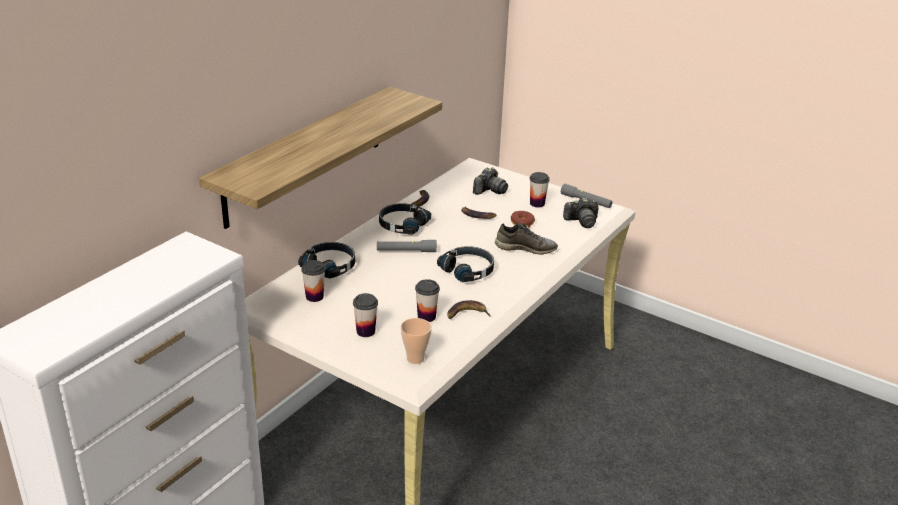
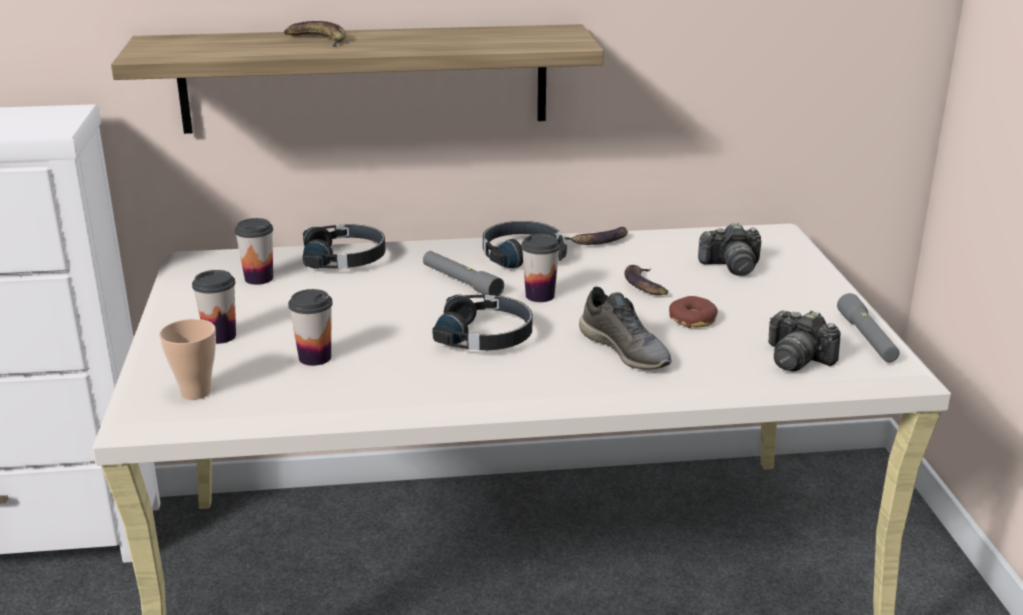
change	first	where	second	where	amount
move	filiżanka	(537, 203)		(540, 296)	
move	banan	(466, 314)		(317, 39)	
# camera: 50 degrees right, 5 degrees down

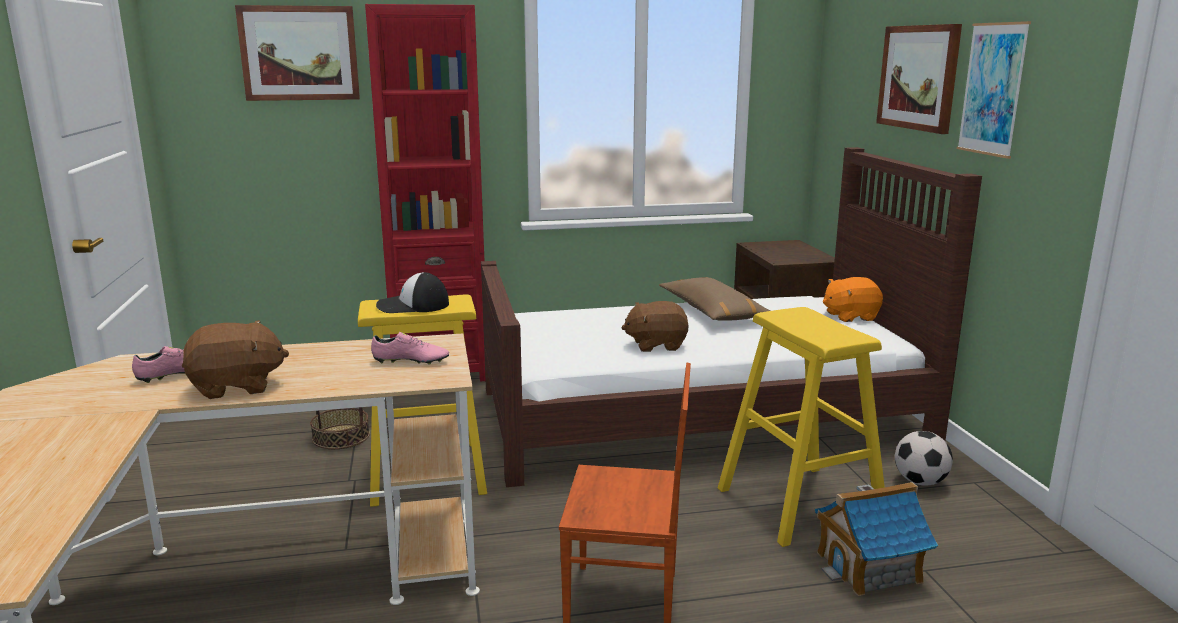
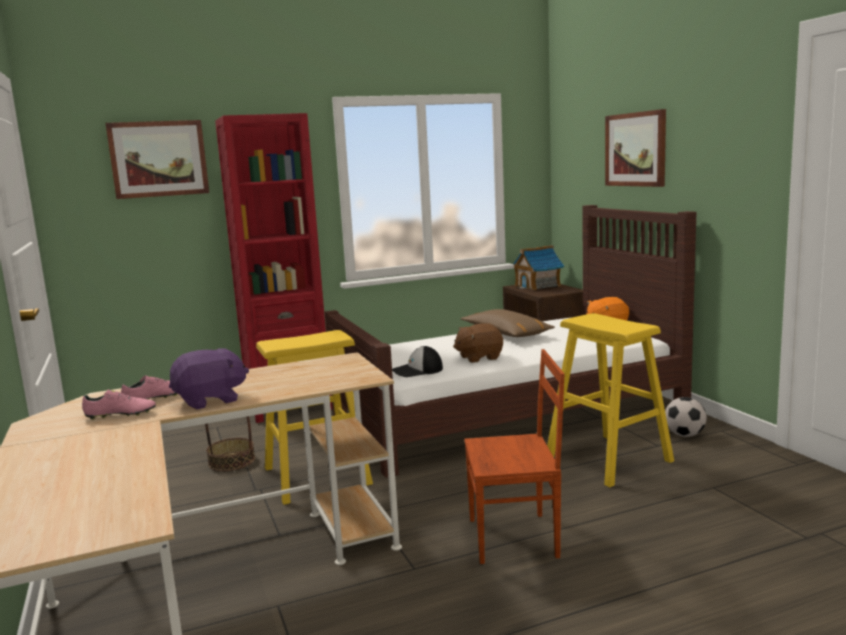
change	first	where	second	where	amount
delete	obraz	(992, 89)			
move	czapka z daszkiem	(412, 305)		(417, 370)	
recolor	pluszak (brązowy)	(237, 387)	pluszak (fioletowy)	(210, 400)	
move	but (różowy)	(411, 361)		(120, 415)	
move	domek	(869, 567)		(538, 286)	
# camera: 10 degrees left, 5 degrees down

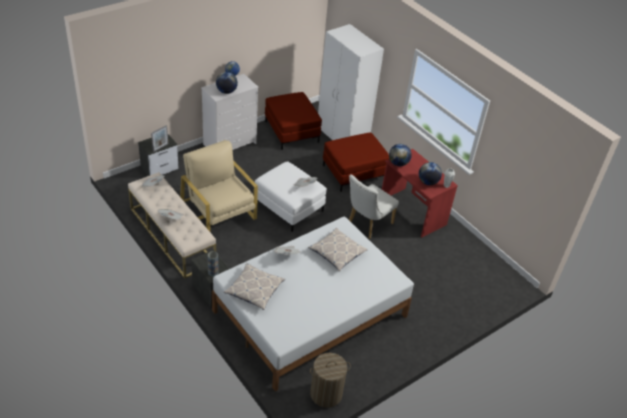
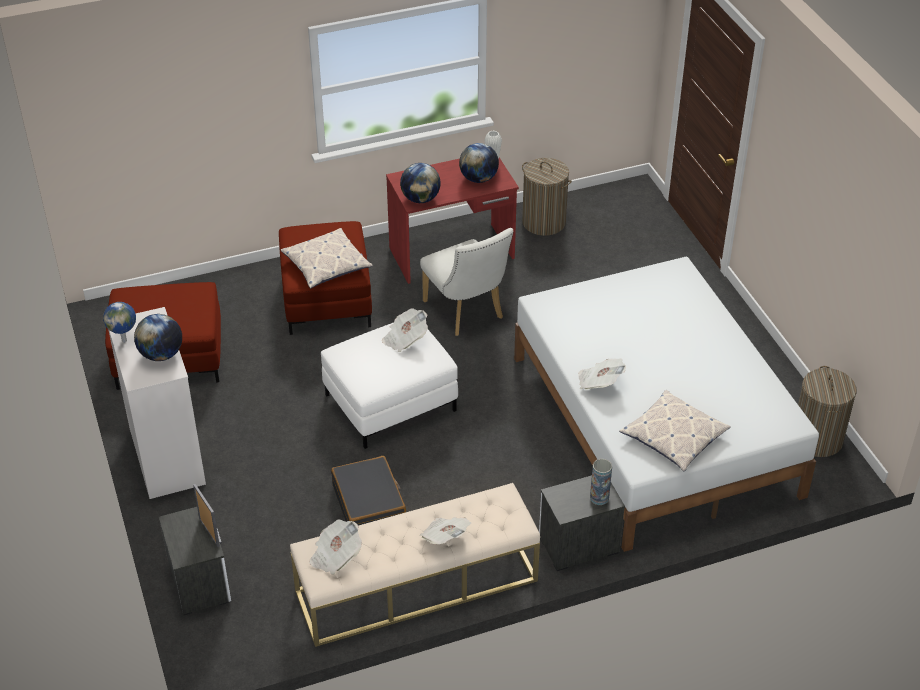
change	first	where	second	where	amount
delete	szafa (biały)	(342, 137)			
replace	fotel (beżowy)	(218, 211)	walizka (czarny)	(369, 504)	
move	poduszka	(337, 252)		(326, 265)	
insert			kosz na pranie	(544, 222)	
# camera: 70 degrees left, 0 degrees up

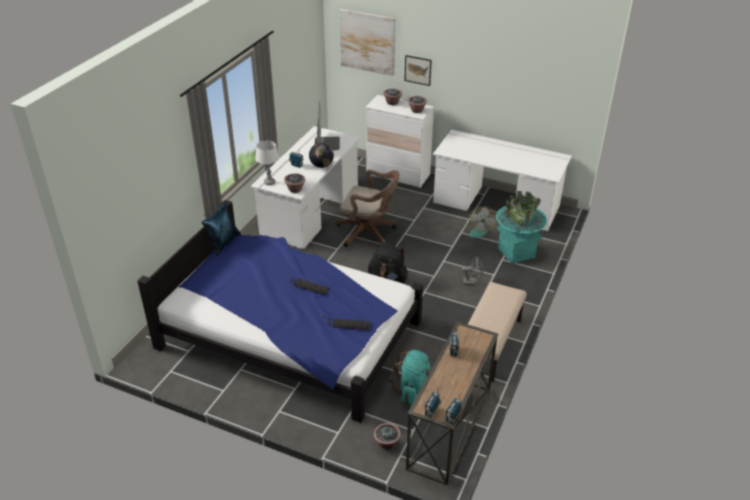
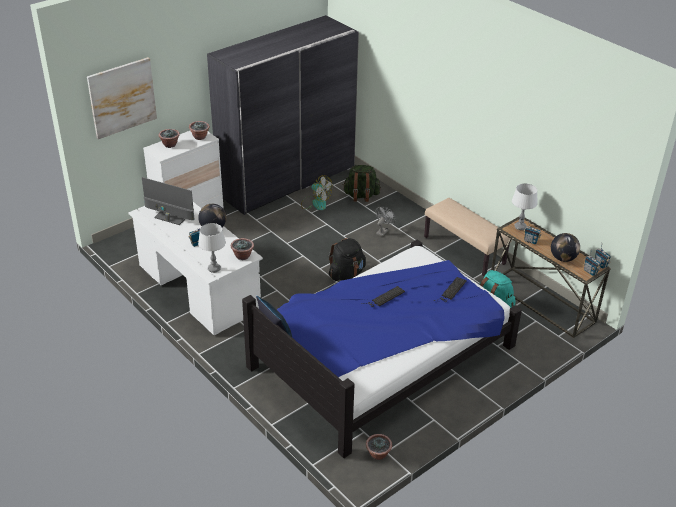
change	first	where	second	where	amount
delete	obraz	(418, 70)			
replace	biurko (biały)	(496, 204)	szafa (szary)	(287, 180)	
delete	krzesło biurowe (brązowy)	(369, 233)			
replace	donica (turkusowy)	(516, 252)	plecak (zielony)	(361, 196)	
move	roślina doniczkowa	(386, 444)		(378, 455)	
insert			lampa stołowa (biały)	(520, 227)	
insert			globus	(563, 258)	
# camera: 65 degrees left, 0 degrees up

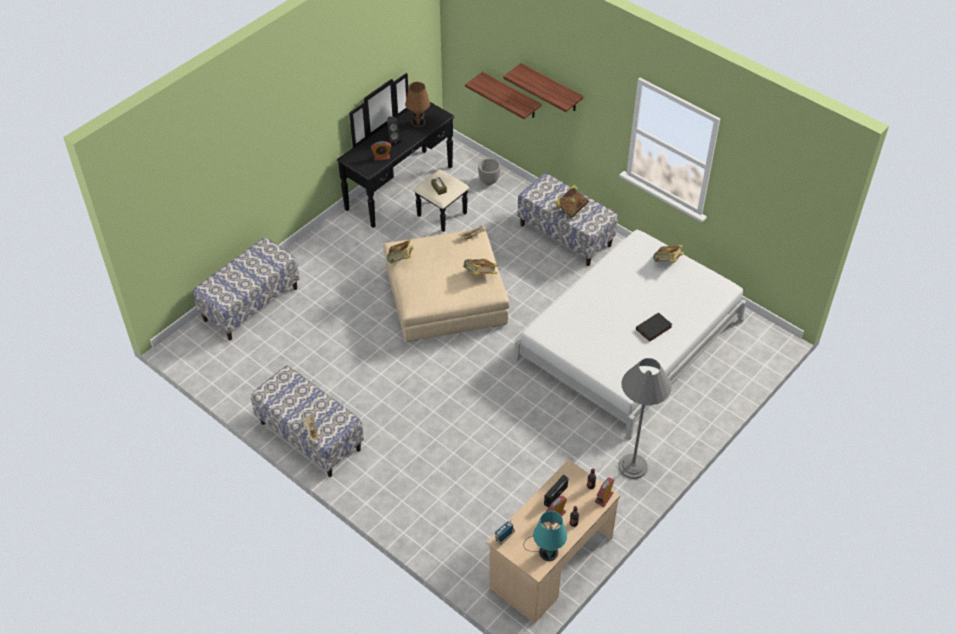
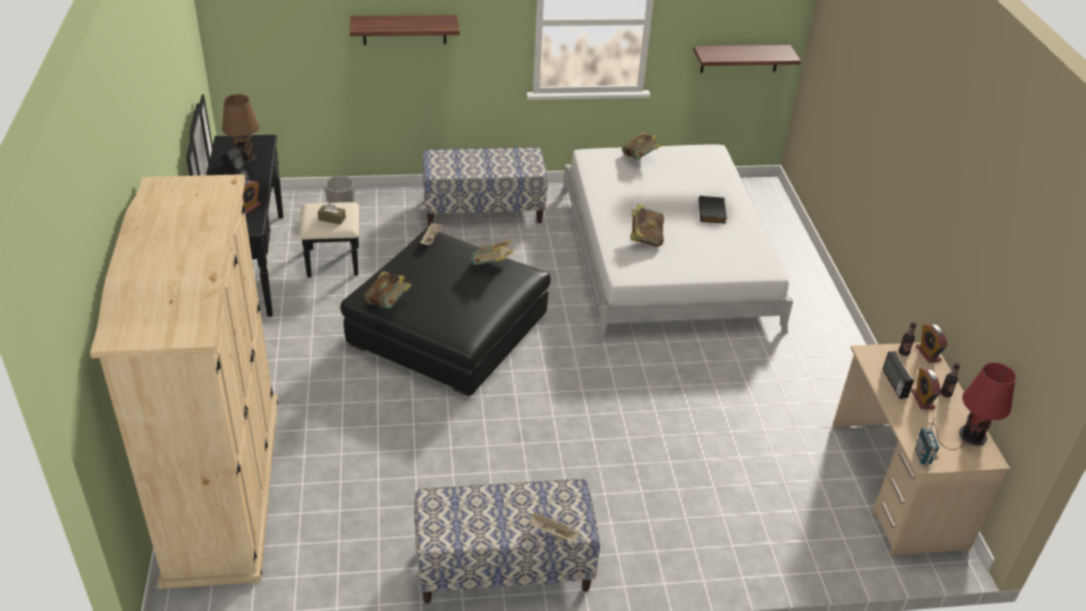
change	first	where	second	where	amount
move	półka	(511, 96)		(740, 58)	
move	książka	(571, 209)		(645, 239)	
recolor	pufa (beżowy)	(445, 297)	pufa (czarny)	(448, 330)	
replace	ławka	(251, 304)	szafa (beżowy)	(223, 486)	
delete	lampa stojąca (szary)	(633, 466)			
recolor	lampa stołowa (turkusowy)	(546, 551)	lampa stołowa (czerwony)	(969, 436)	
# camera: 50 degrees left, 10 degrees down

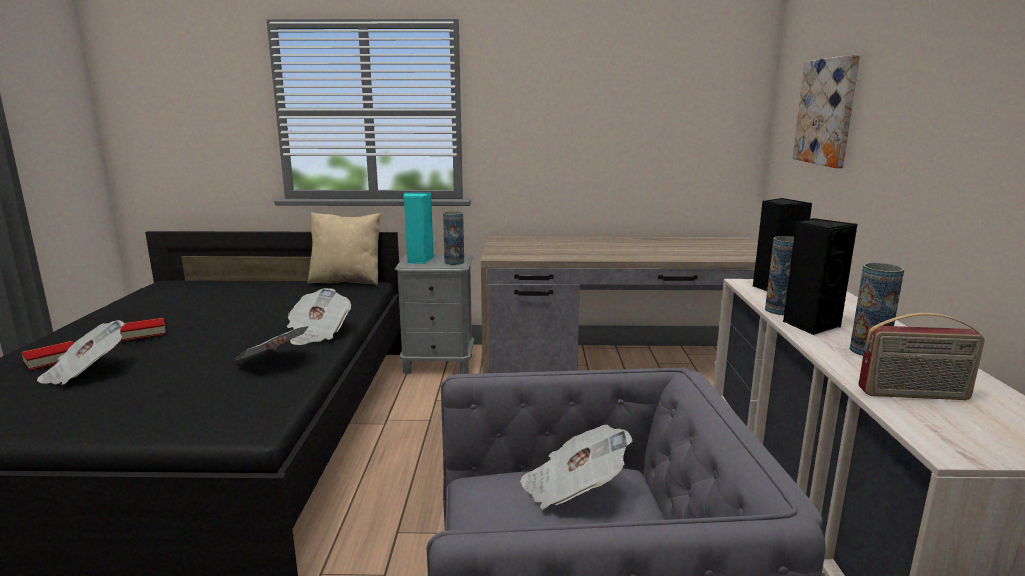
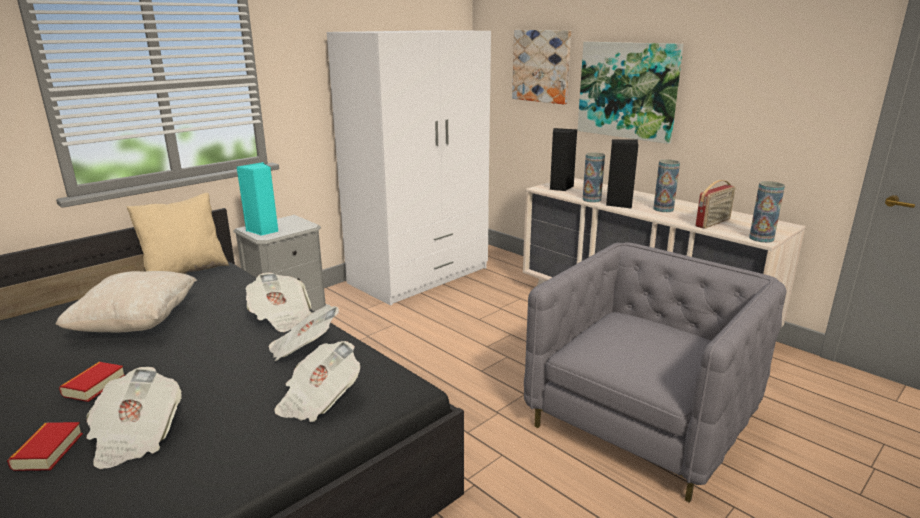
change	first	where	second	where	amount
move	wazon	(454, 262)		(761, 238)	
replace	biurko (brązowy)	(619, 364)	szafa (biały)	(420, 275)	
move	gazeta	(573, 489)		(318, 400)	
insert			obraz	(628, 90)	
insert			poduszka (beżowy)	(136, 324)	
# camera: 45 degrees left, 5 degrees up

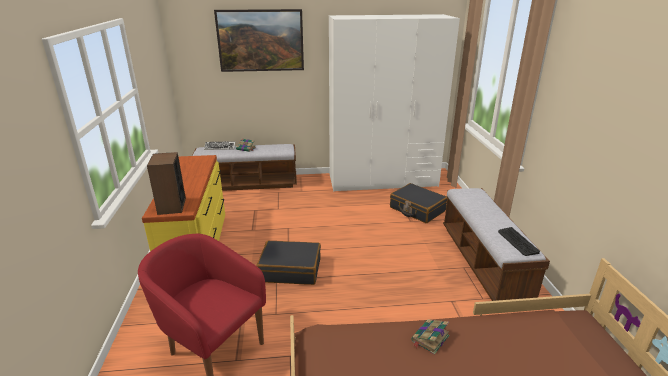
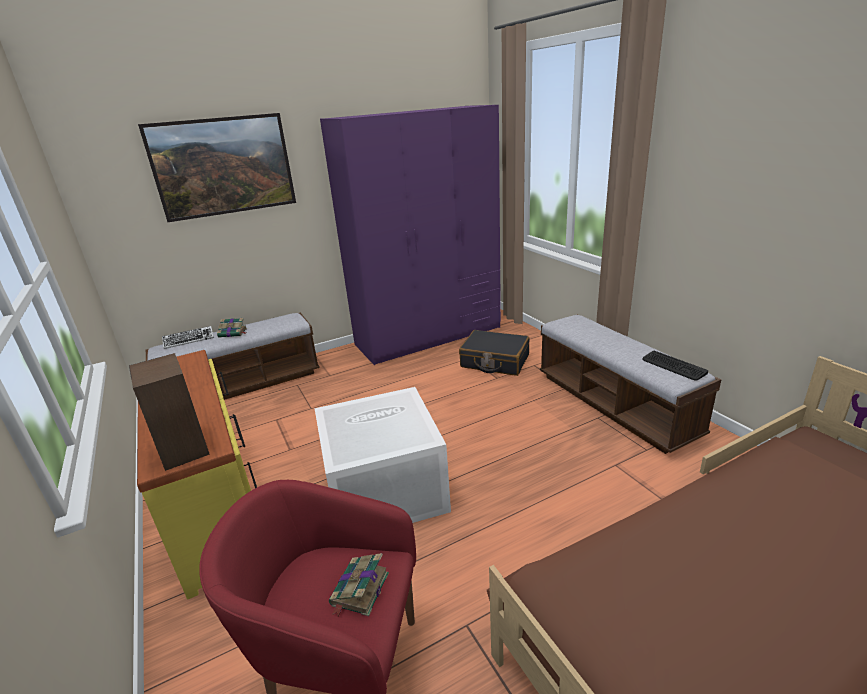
change	first	where	second	where	amount
recolor	szafa (biały)	(383, 180)	szafa (fioletowy)	(429, 336)	
replace	walizka (czarny)	(290, 270)	pojemnik do przechowywania (biały)	(383, 491)	
move	książka	(429, 339)		(359, 590)	
# camera: 20 degrees left, 0 degrees up

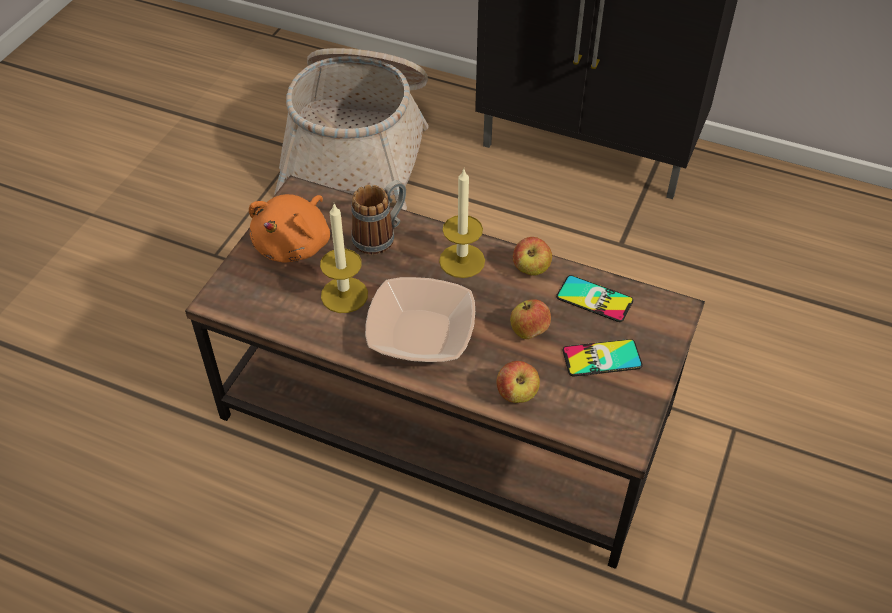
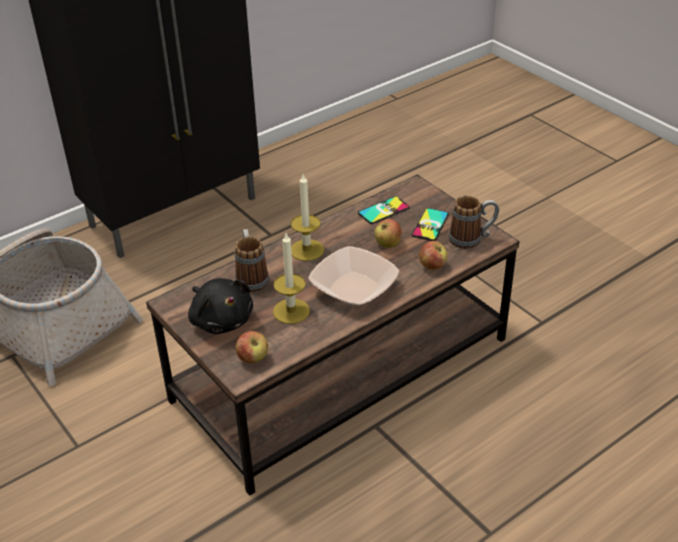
change	first	where	second	where	amount
recolor	pluszak (pomarańczowy)	(295, 244)	pluszak (czarny)	(221, 320)	
move	jabłko	(531, 269)		(253, 358)	
insert			kubek	(472, 239)	
# camera: 60 degrees left, 10 degrees down

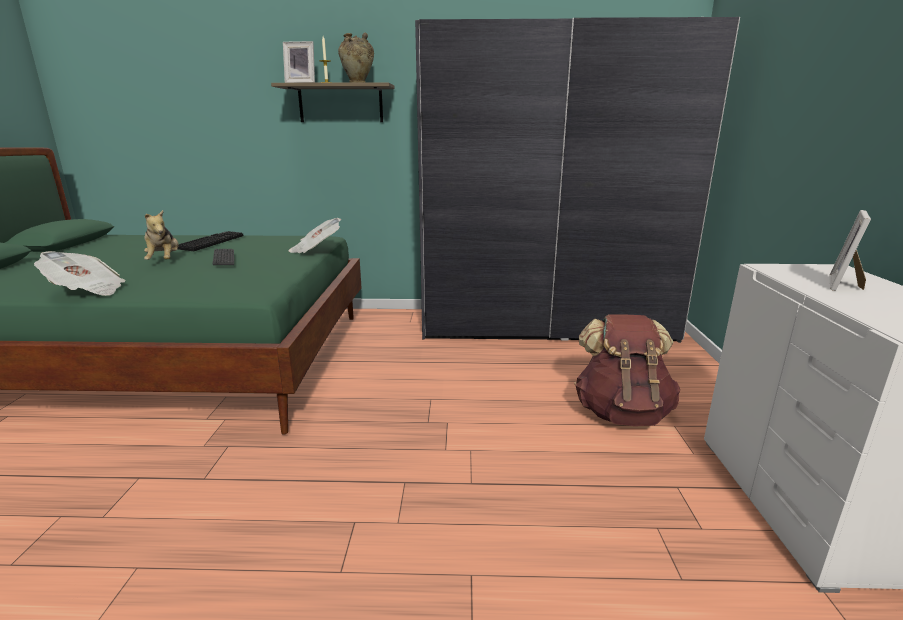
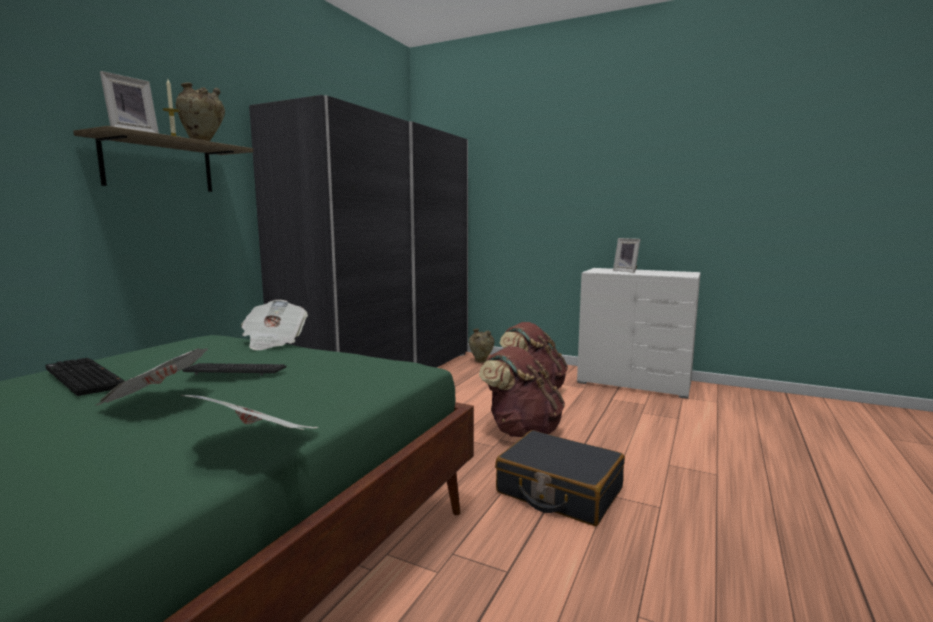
change	first	where	second	where	amount
replace	pluszak	(165, 261)	gazeta	(156, 402)	
insert			wazon (beżowy)	(481, 361)	
insert			plecak (brązowy)	(521, 431)	
insert			walizka (czarny)	(559, 491)	
# camera: 65 degrees left, 10 degrees down

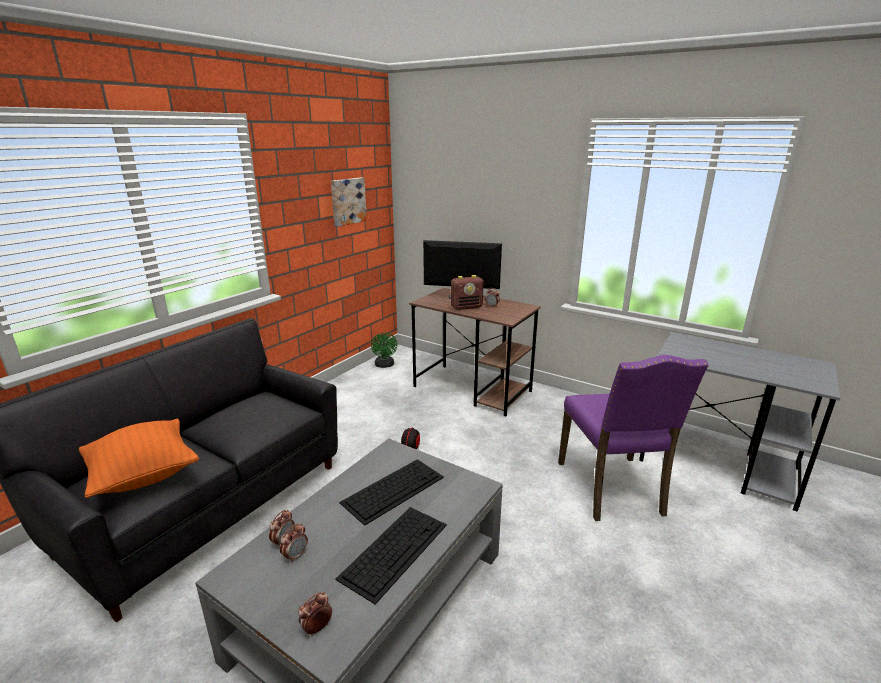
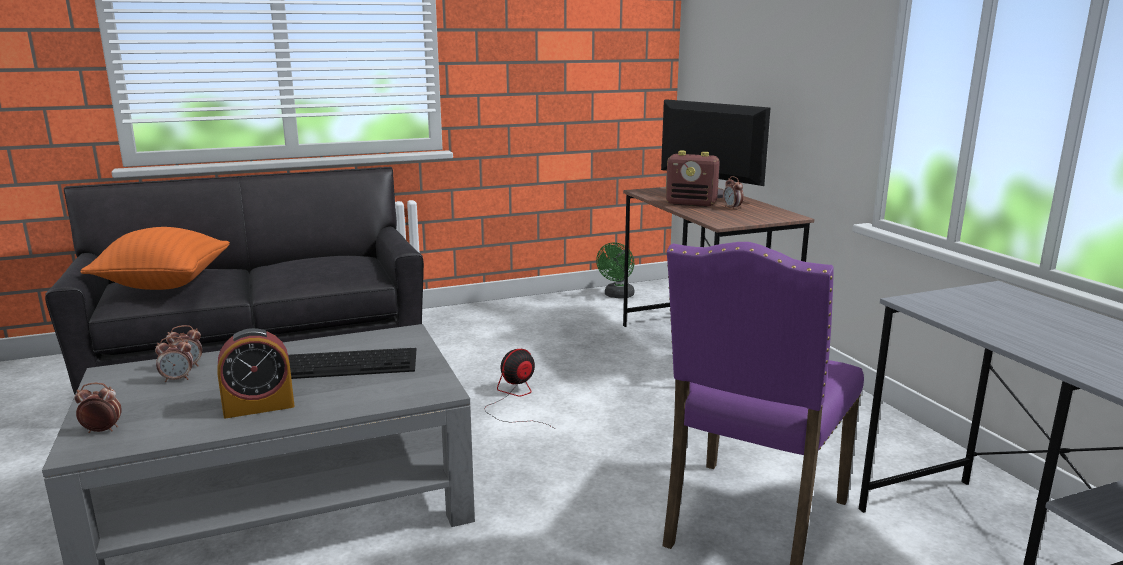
change	first	where	second	where	amount
delete	obraz	(347, 201)			
replace	klawiatura	(395, 549)	budzik	(259, 406)	
# camera: 35 degrees right, 5 degrees down

